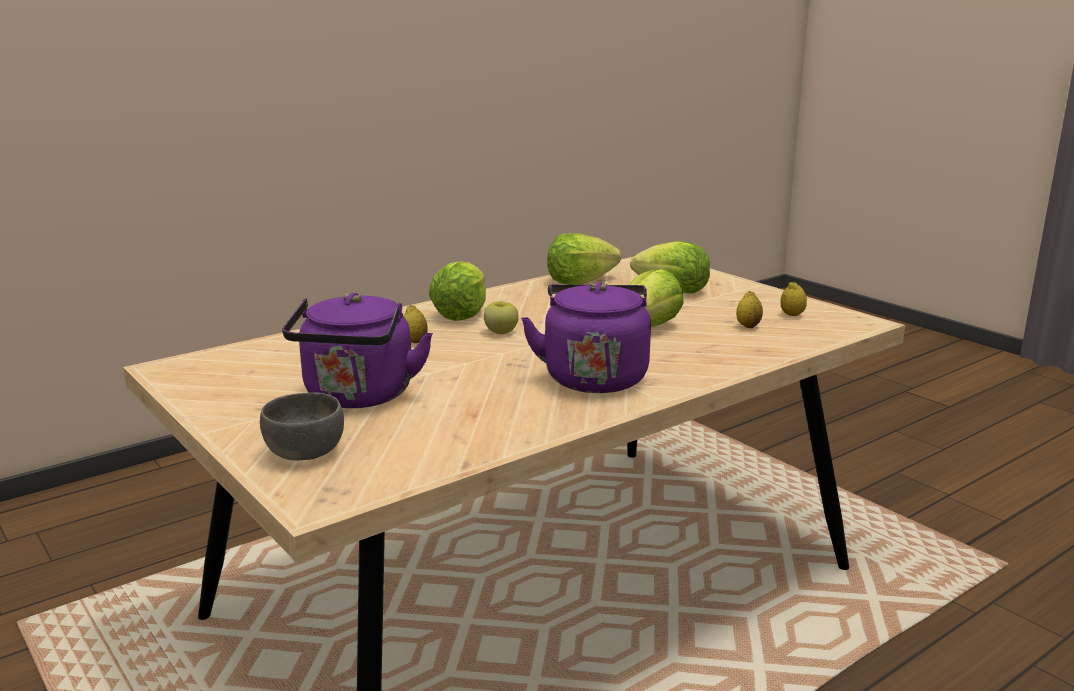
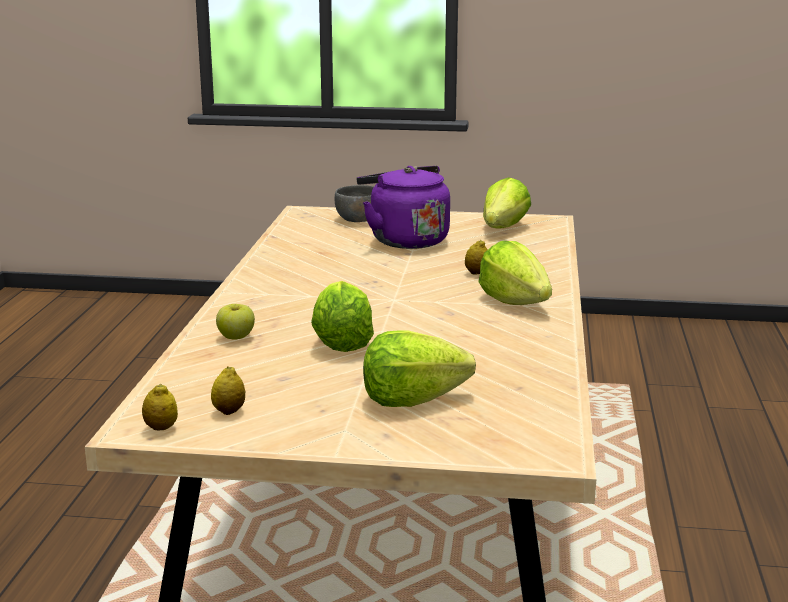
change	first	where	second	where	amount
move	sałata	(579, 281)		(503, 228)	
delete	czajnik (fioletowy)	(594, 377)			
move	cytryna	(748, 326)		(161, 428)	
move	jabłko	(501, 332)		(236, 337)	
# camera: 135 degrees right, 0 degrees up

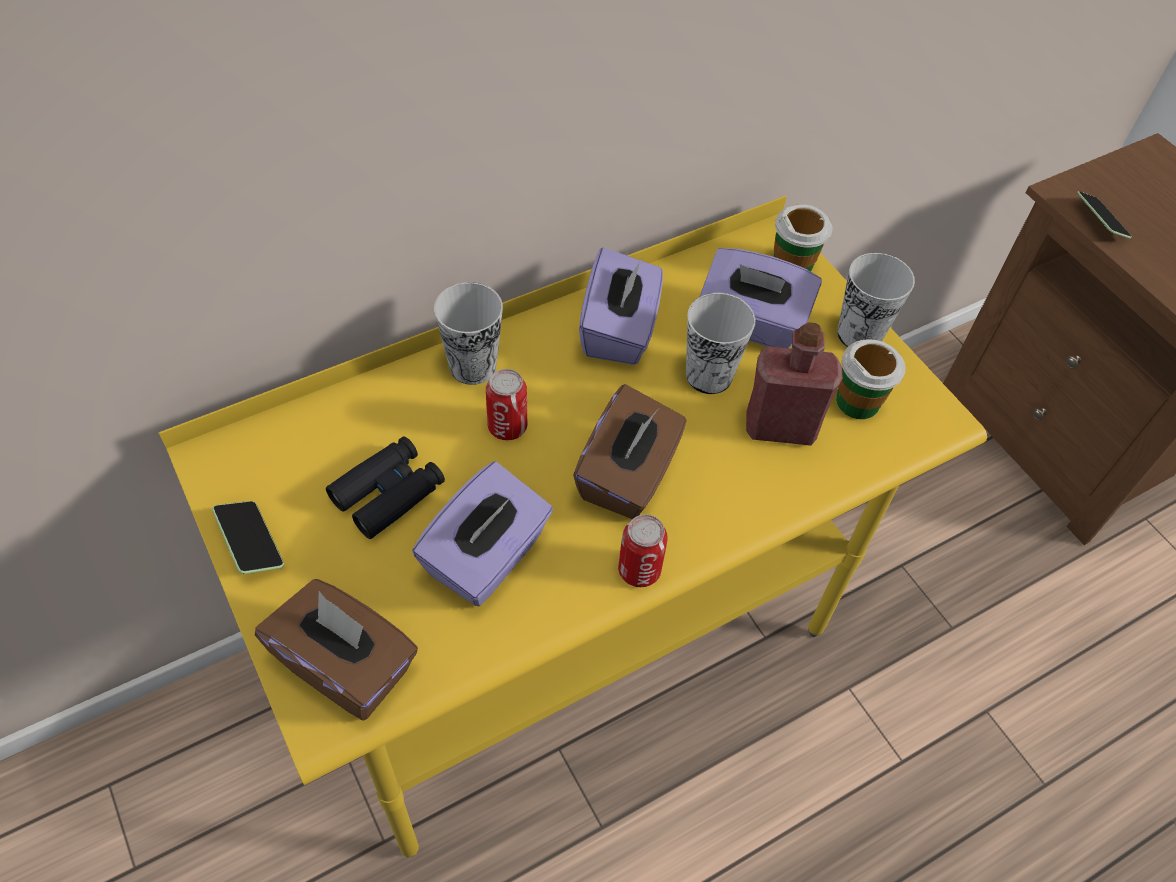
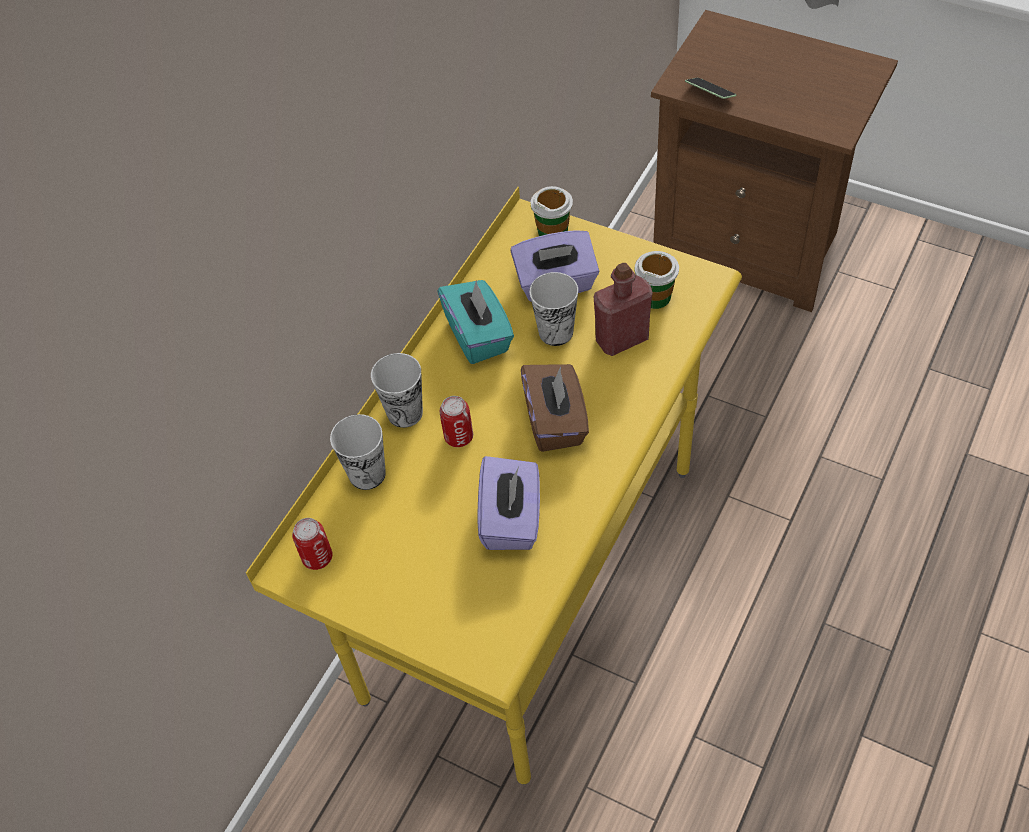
change	first	where	second	where	amount
recolor	pudełko chusteczek (fioletowy)	(619, 330)	pudełko chusteczek (turkusowy)	(478, 336)	
move	filiżanka	(859, 334)		(367, 474)	
delete	lornetka (czarny)	(388, 493)			
delete	telefon	(250, 543)			
move	puszka	(639, 570)		(317, 557)	
delete	pudełko chusteczek (brązowy)	(346, 665)			
# camera: 25 degrees left, 0 degrees up

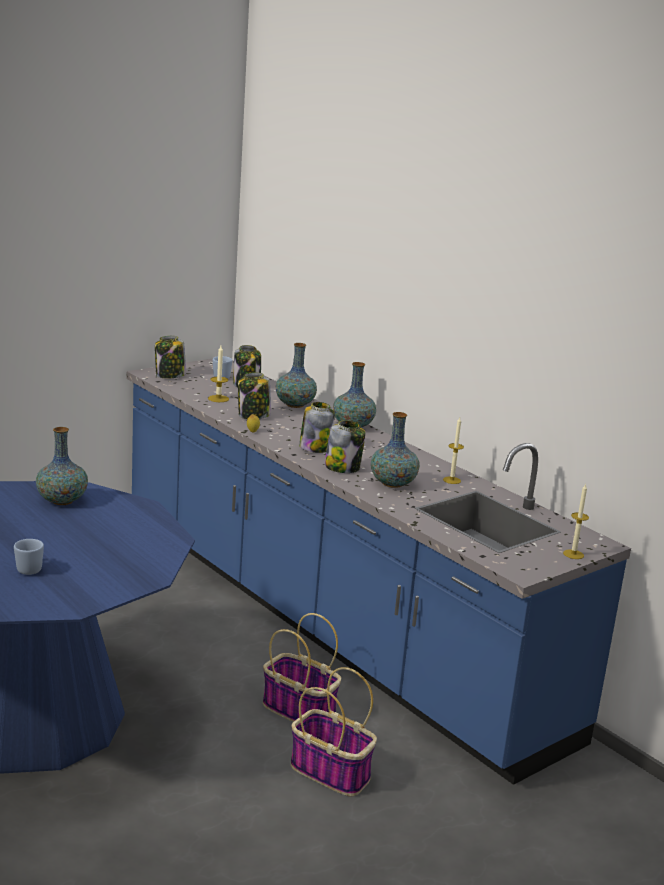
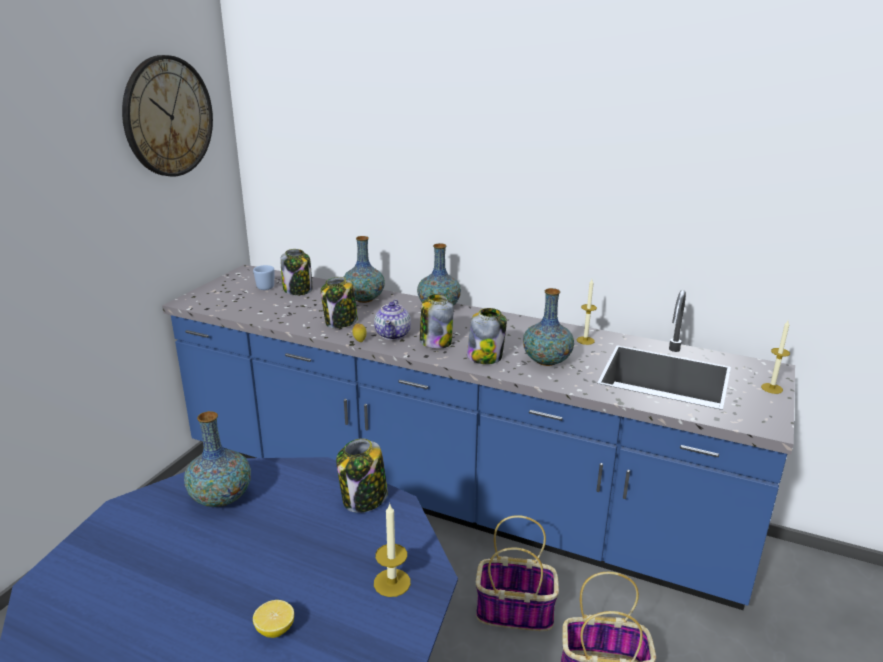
change	first	where	second	where	amount
move	słoik	(170, 376)		(364, 499)	
move	świeca	(218, 398)		(392, 582)	
replace	kubek (niebieski)	(30, 568)	cytryna	(275, 629)	
insert			zegar ścienny	(168, 116)	
insert			imbryk	(393, 334)	
# camera: 25 degrees left, 5 degrees up

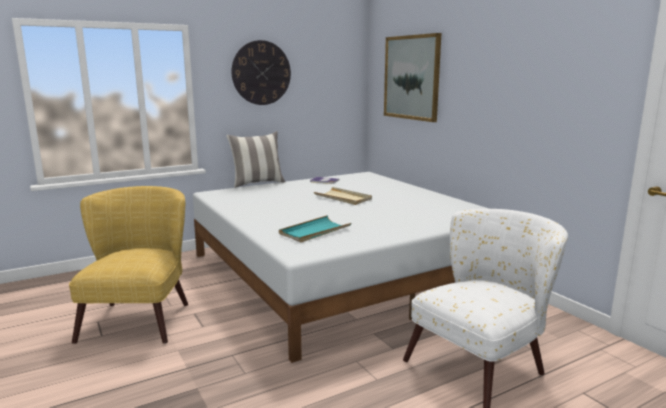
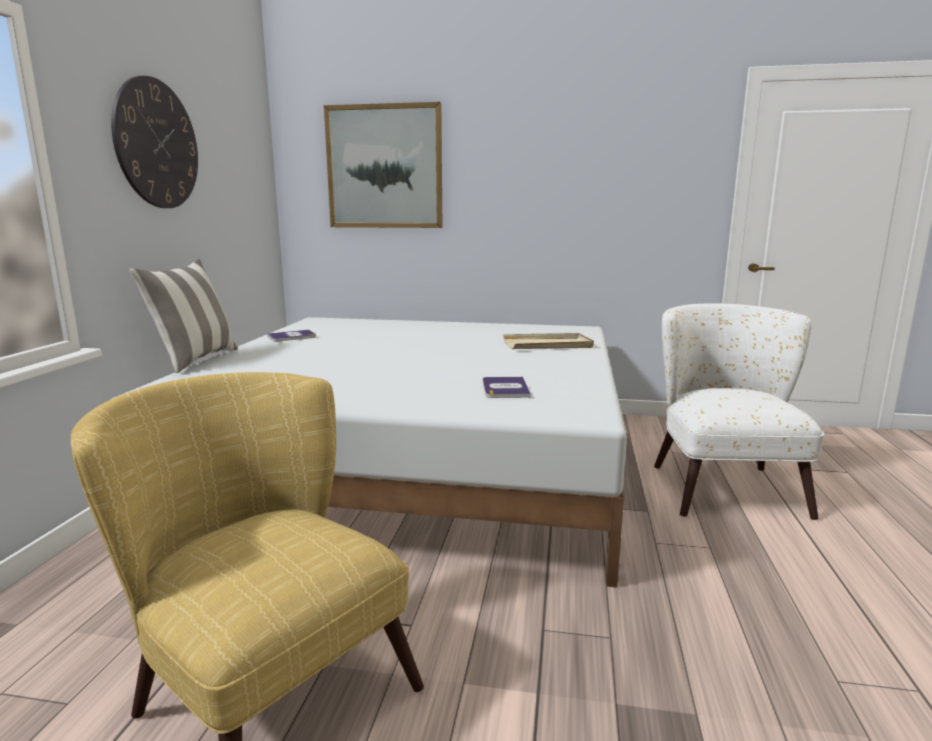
change	first	where	second	where	amount
move	taca (beżowy)	(343, 198)		(548, 345)	
replace	taca (turkusowy)	(314, 231)	książka	(505, 388)	
# camera: 50 degrees left, 0 degrees up

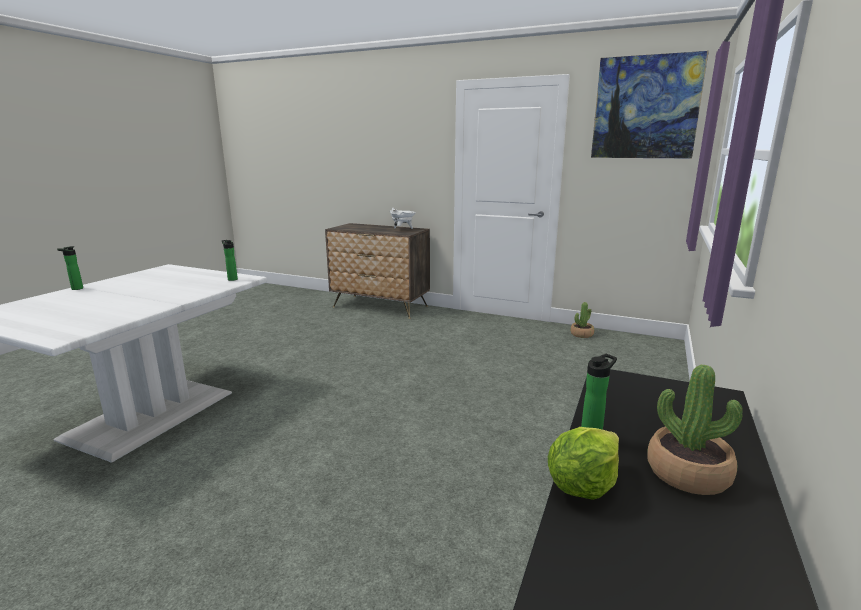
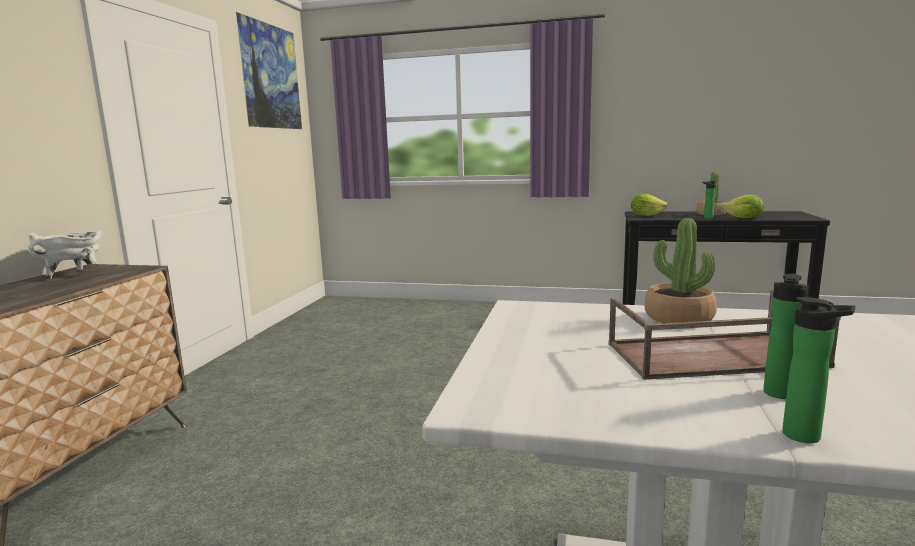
change	first	where	second	where	amount
move	butelka	(232, 279)		(778, 395)	
move	roślina doniczkowa	(581, 334)		(678, 318)	
insert			sałata	(646, 215)	
insert			taca (brązowy)	(712, 356)	
# camera: 100 degrees left, 5 degrees down

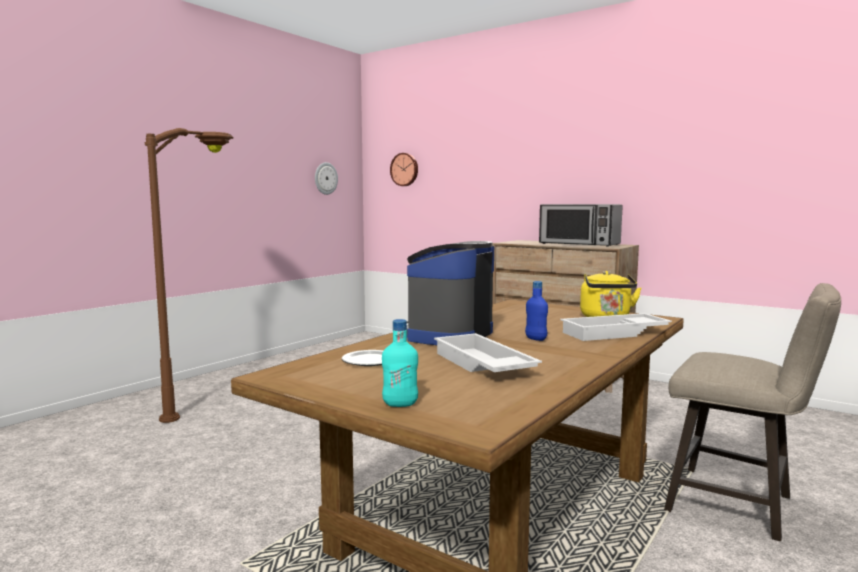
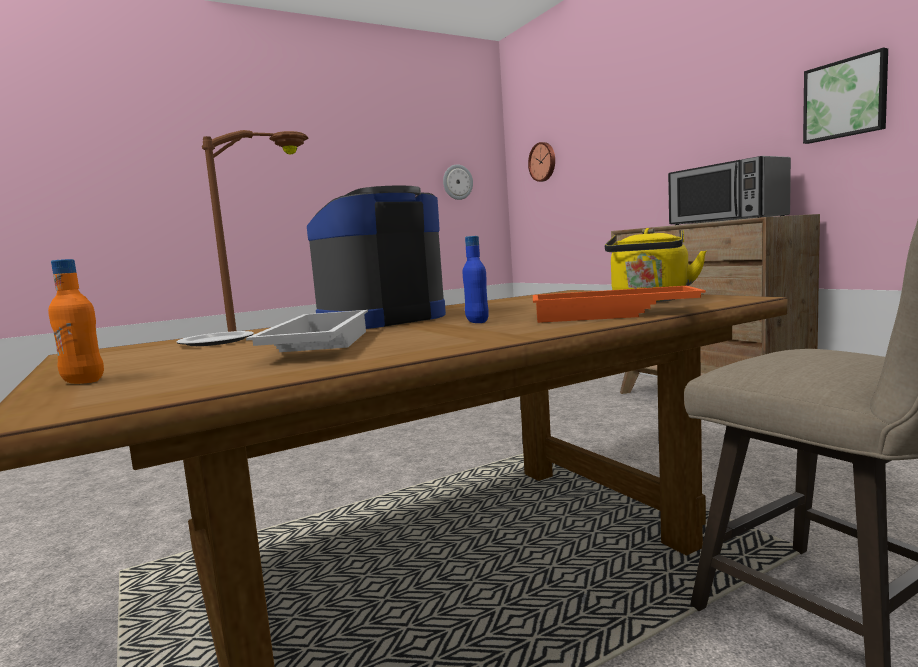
change	first	where	second	where	amount
recolor	taca (biały)	(614, 333)	taca (pomarańczowy)	(611, 315)	
recolor	butelka (turkusowy)	(400, 404)	butelka (pomarańczowy)	(83, 381)	
insert			obraz	(845, 99)	
# camera: 25 degrees right, 0 degrees up

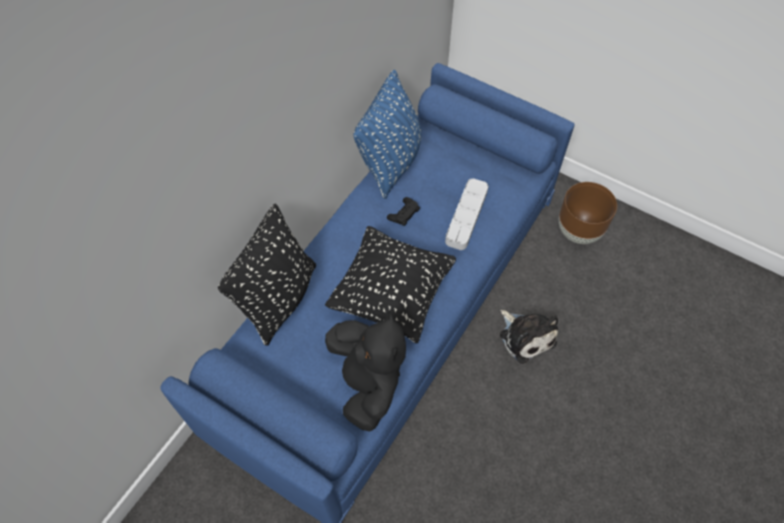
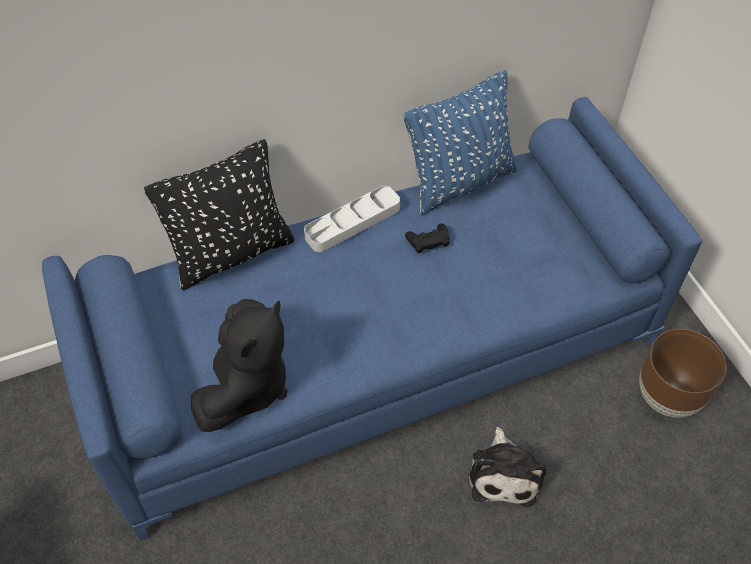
change	first	where	second	where	amount
move	taca (szary)	(466, 216)		(352, 222)	
delete	poduszka (czarny)	(391, 295)			
# camera: 35 degrees right, 5 degrees down

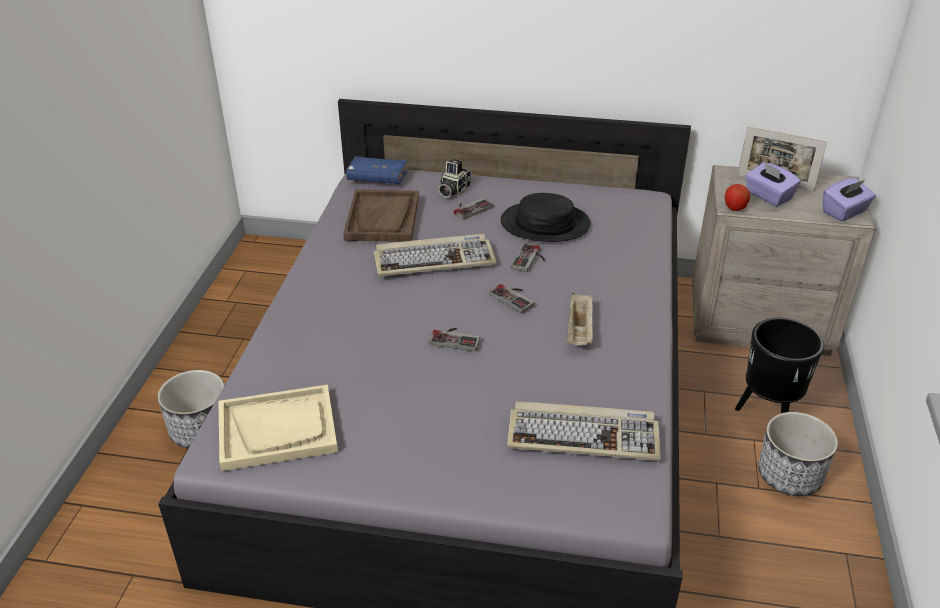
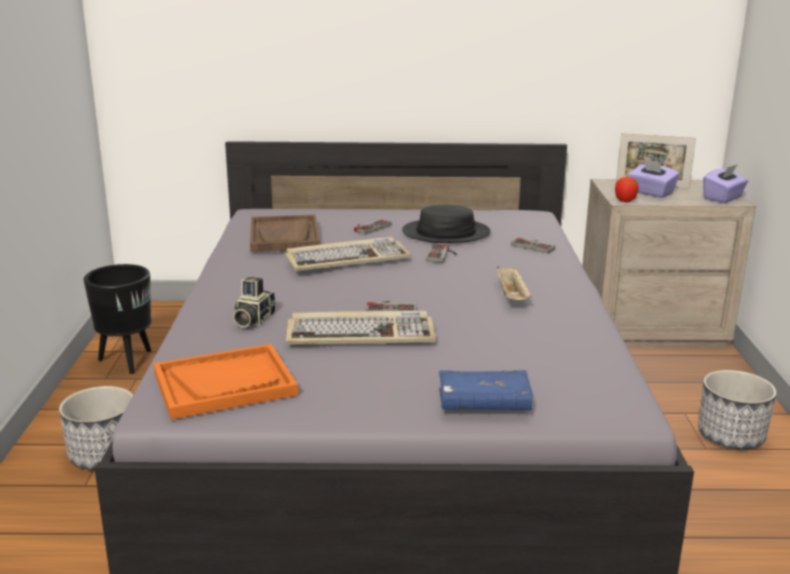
change	first	where	second	where	amount
move	książka (niebieski)	(377, 178)		(484, 403)	
move	aparat fotograficzny	(453, 190)		(252, 320)	
move	pad do gier	(515, 297)		(535, 246)	
move	donica (czarny)	(766, 415)		(126, 362)	
recolor	taca (beżowy)	(278, 429)	taca (pomarańczowy)	(225, 384)	
move	klawiatura	(584, 435)		(361, 334)	
# camera: 10 degrees left, 15 degrees down

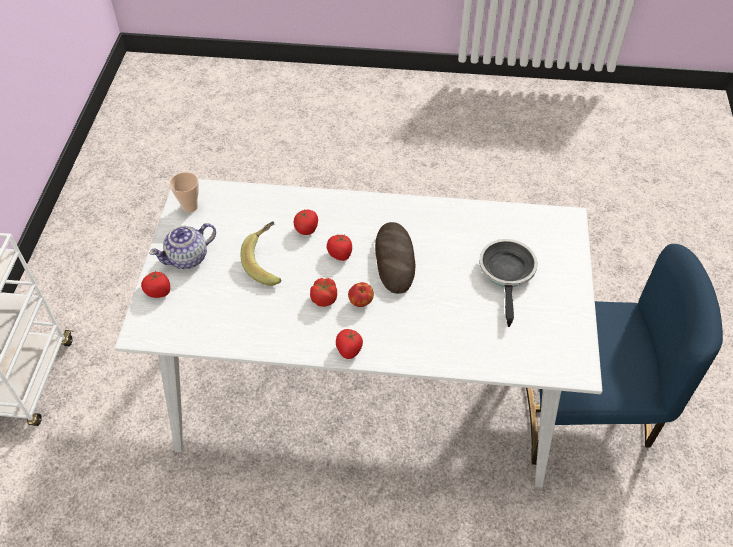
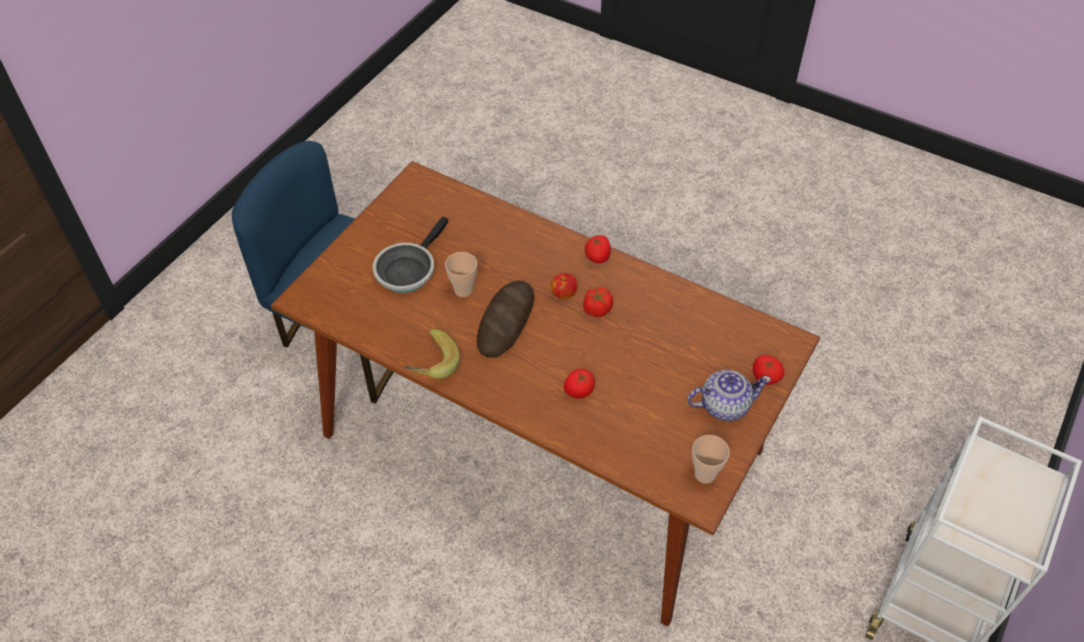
change	first	where	second	where	amount
recolor	stół jadalny (biały)	(367, 381)	stół jadalny (brązowy)	(540, 443)	
move	banan	(268, 263)		(430, 364)	
delete	pomidor	(340, 254)			
insert			filiżanka	(463, 290)	
# camera: 155 degrees left, 0 degrees up

